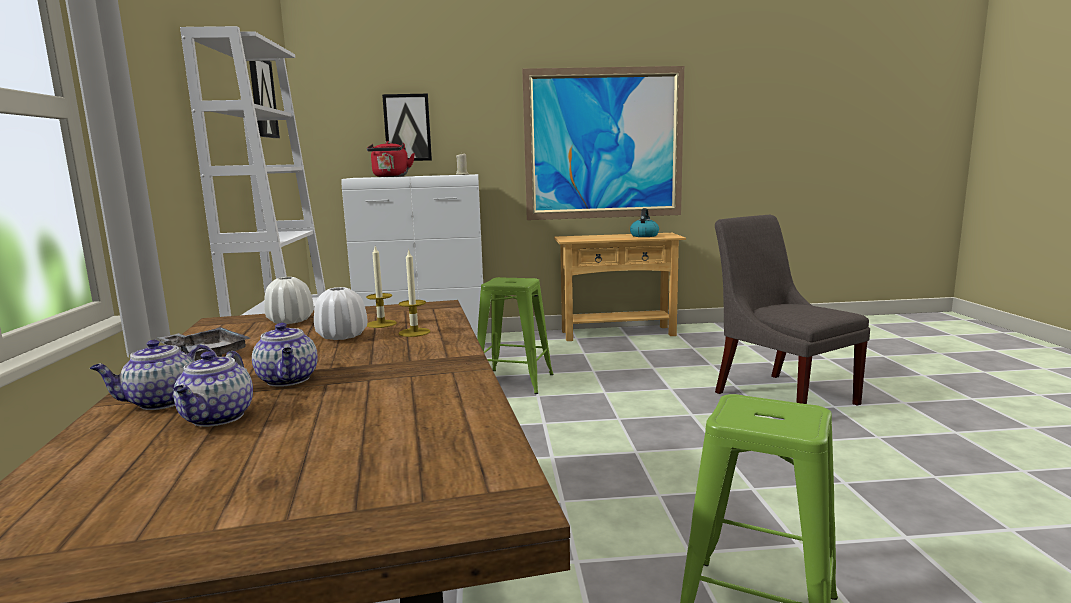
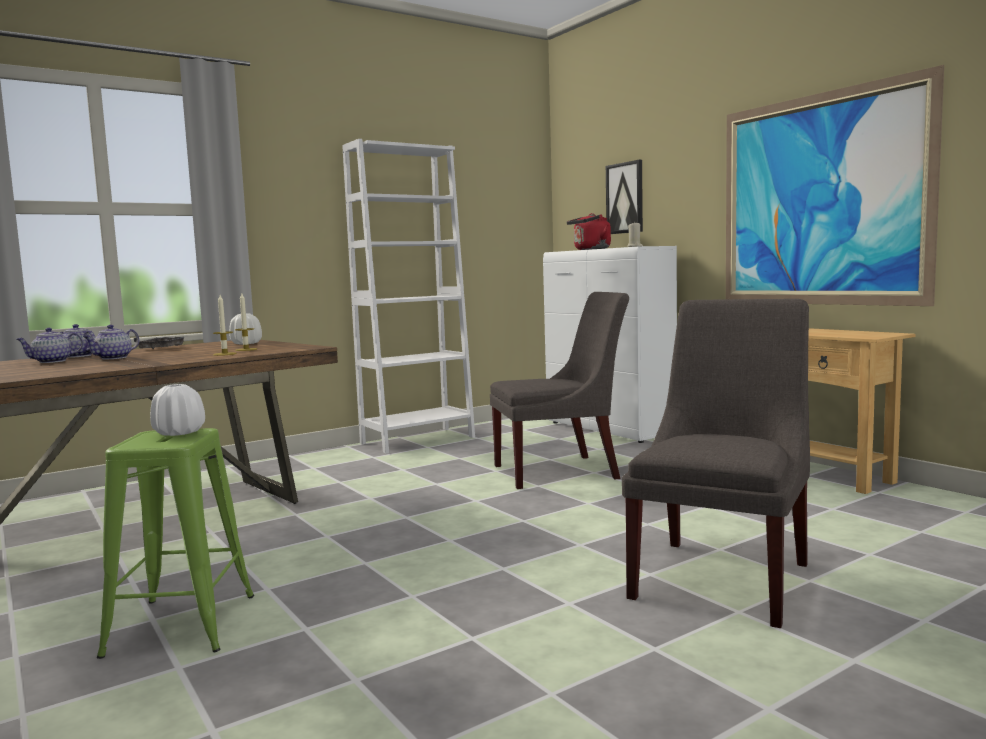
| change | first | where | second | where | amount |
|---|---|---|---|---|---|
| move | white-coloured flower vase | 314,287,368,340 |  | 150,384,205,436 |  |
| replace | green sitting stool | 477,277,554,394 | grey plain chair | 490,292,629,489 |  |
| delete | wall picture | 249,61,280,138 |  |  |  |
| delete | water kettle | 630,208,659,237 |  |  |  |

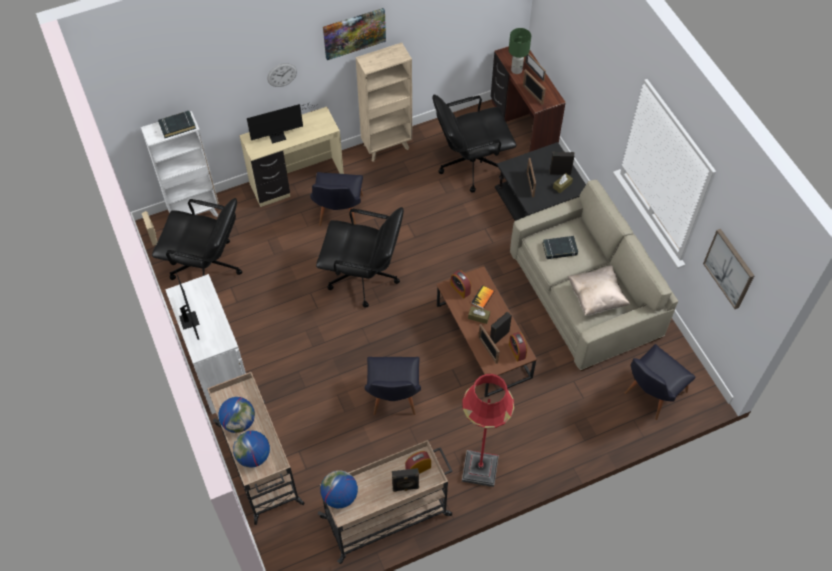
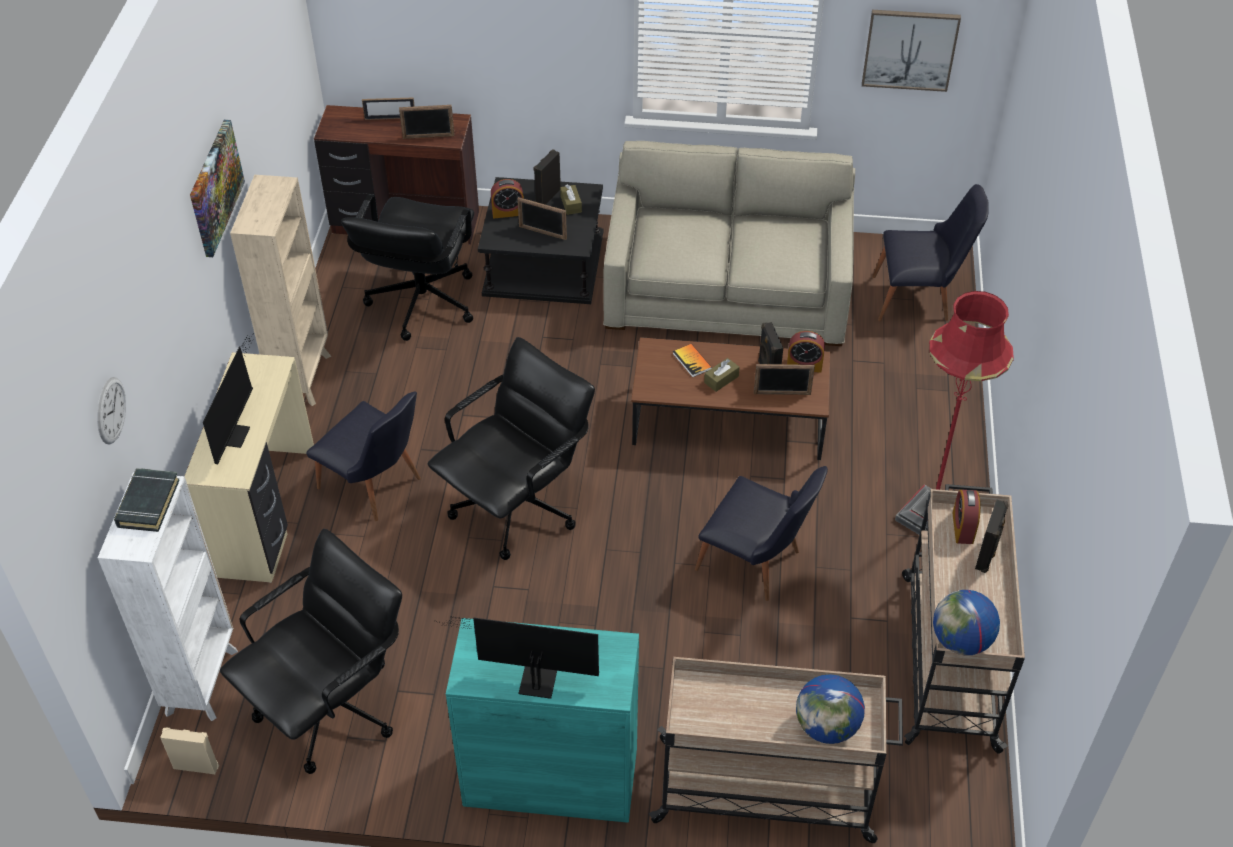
| change | first | where | second | where | amount |
|---|---|---|---|---|---|
| move | hanging clock | 267,63,297,87 |  | 97,377,126,445 |  |
| recolor | white-coloured cabinet | 165,274,246,414 | turquoise-coloured cabinet | 446,618,639,823 |  |
| move | table clock | 451,270,471,298 |  | 491,179,524,218 |  |
| rotate | black plain chair | 625,344,695,420 |  | 872,184,989,321 | 75 degrees counterclockwise |
| delete | desk globe | 218,397,255,433 |  |  |  |
| delete | green lamp for a table | 509,28,531,74 |  |  |  |
| delete | black volume | 543,236,578,259 |  |  |  |
| delete | sand-coloured throw pillow | 567,265,630,316 |  |  |  |

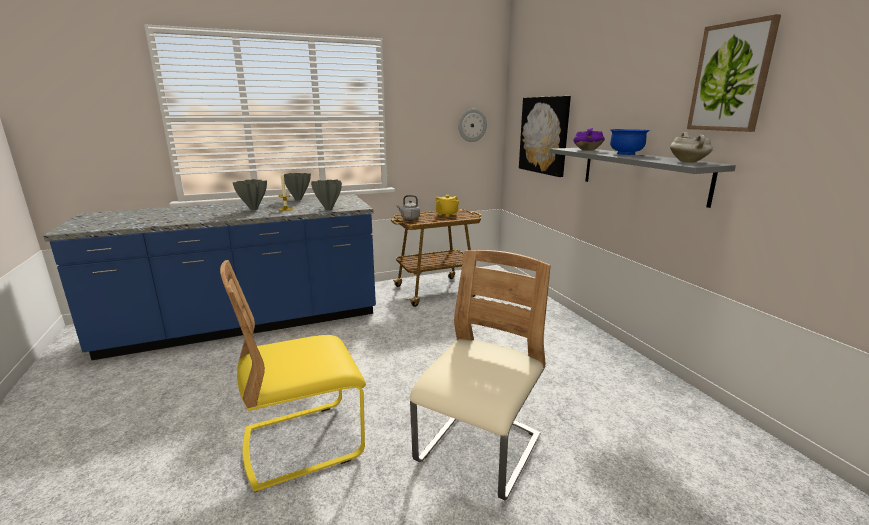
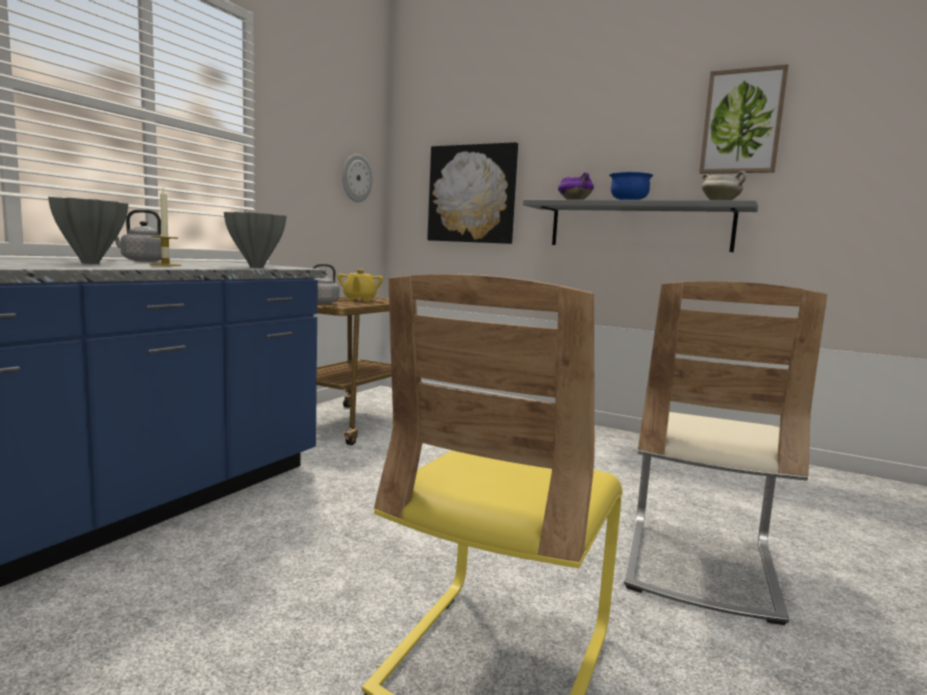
| change | first | where | second | where | amount |
|---|---|---|---|---|---|
| replace | grey flower vase | 284,173,311,201 | grey water kettle | 115,210,162,262 |  |
| rotate | sand-coloured plain chair | 409,250,551,501 |  | 624,281,827,625 | 150 degrees counterclockwise |

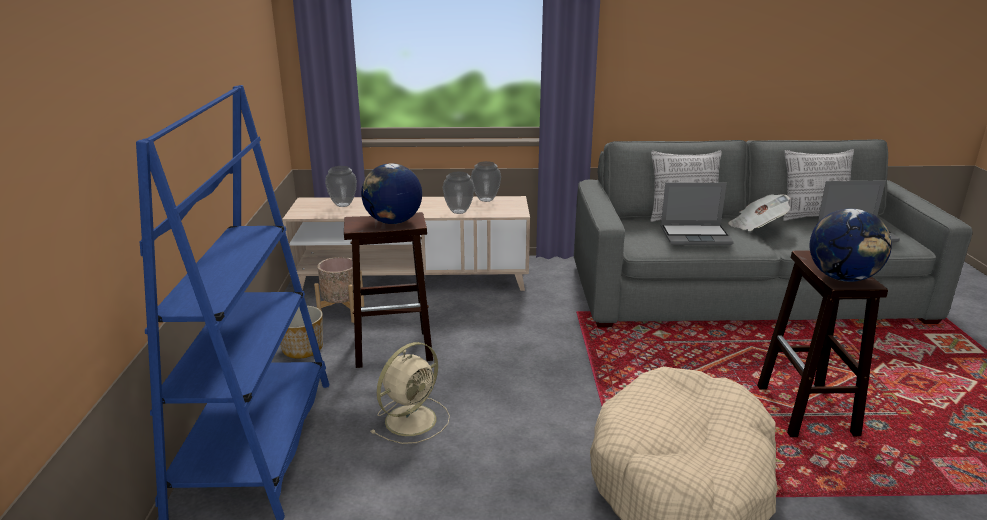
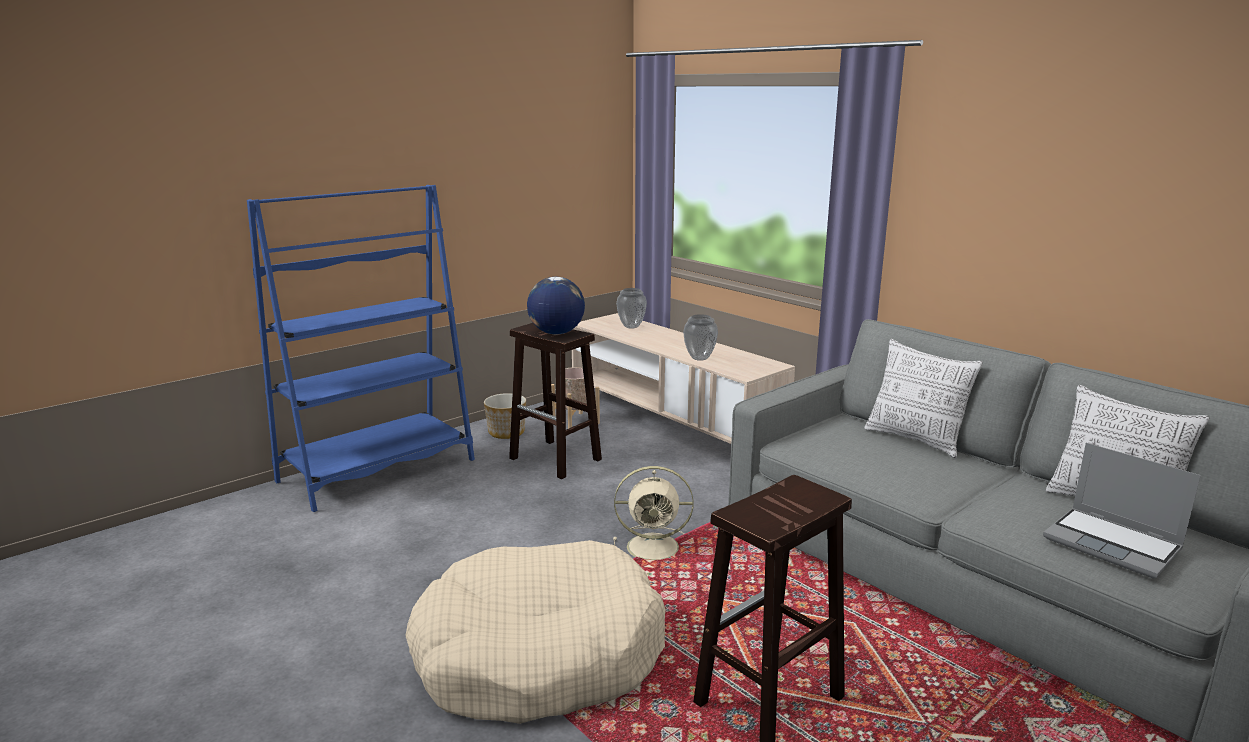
| change | first | where | second | where | amount |
|---|---|---|---|---|---|
| move | sand-coloured cooling fan | 371,342,450,444 |  | 613,466,694,560 |  |
| delete | flower vase | 471,161,501,202 |  |  |  |
| delete | laptop | 661,182,734,245 |  |  |  |
| delete | newspaper | 729,194,791,231 |  |  |  |
| delete | desk globe | 809,209,892,282 |  |  |  |

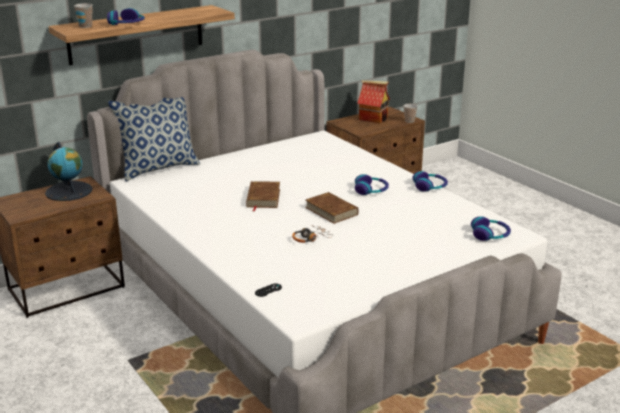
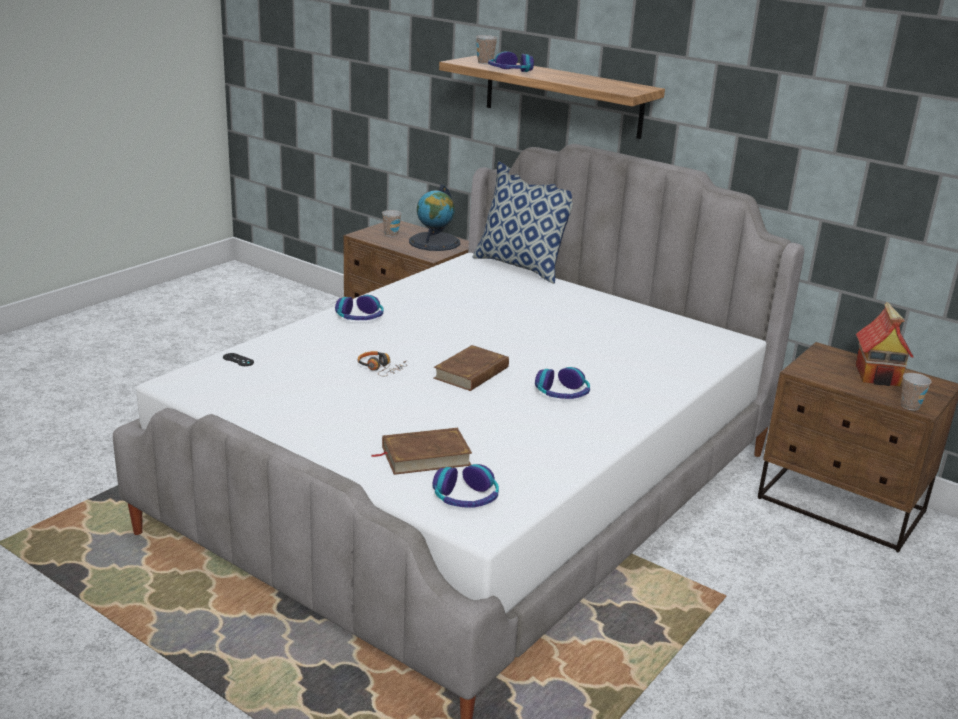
| change | first | where | second | where | amount |
|---|---|---|---|---|---|
| move | headphones | 412,171,448,192 |  | 335,295,384,320 |  |
| move | brownish volume | 246,181,280,212 |  | 371,428,472,475 |  |
| insert |  |  | drinking cup | 382,210,402,237 |  |

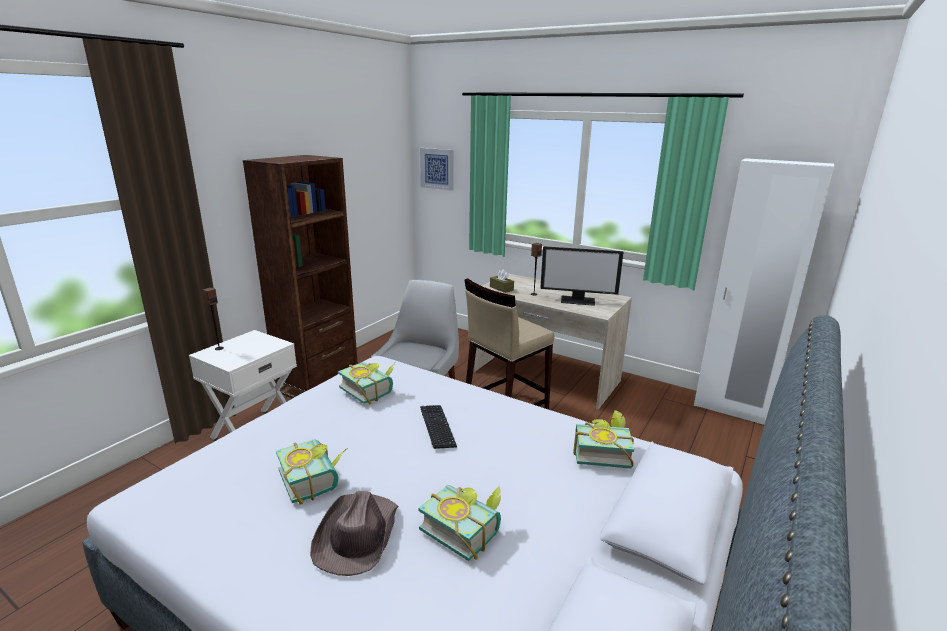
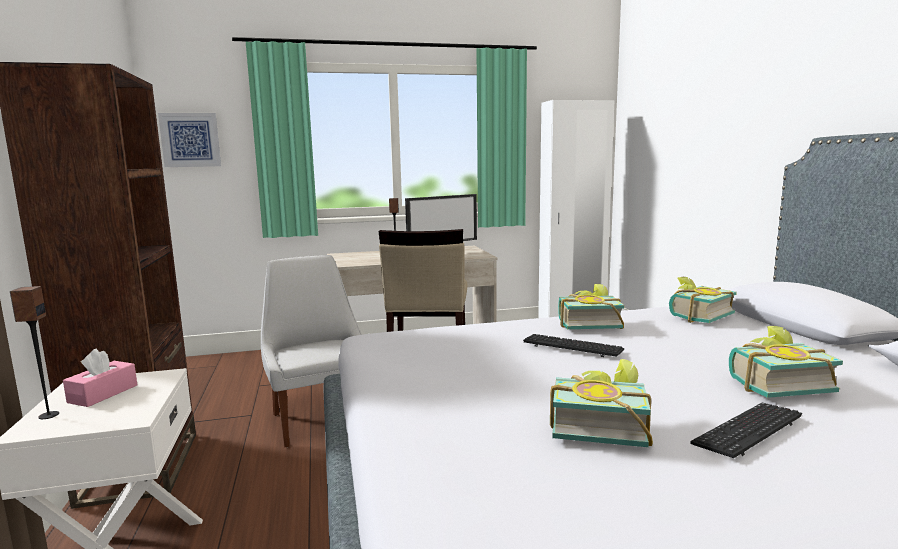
| change | first | where | second | where | amount |
|---|---|---|---|---|---|
| insert |  |  | pink-coloured tissue holder | 63,348,137,407 |  |
| move | volume | 338,362,394,404 |  | 558,284,624,329 |  |
| replace | brownish hat | 310,491,399,576 | keyboard | 690,403,802,458 |  |
| delete | brownish tissue holder | 490,270,514,293 |  |  |  |

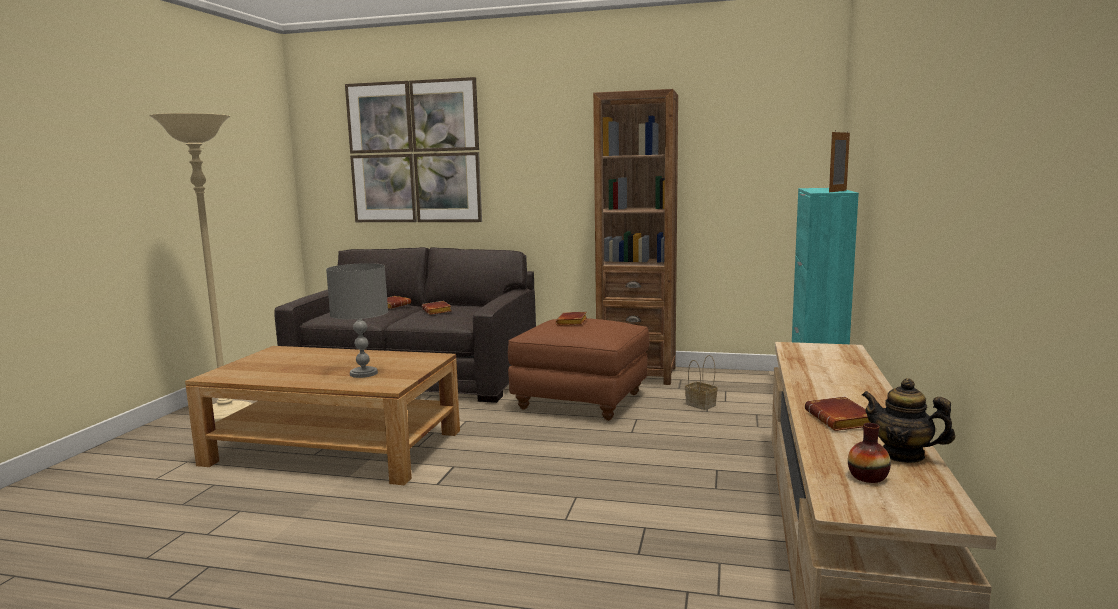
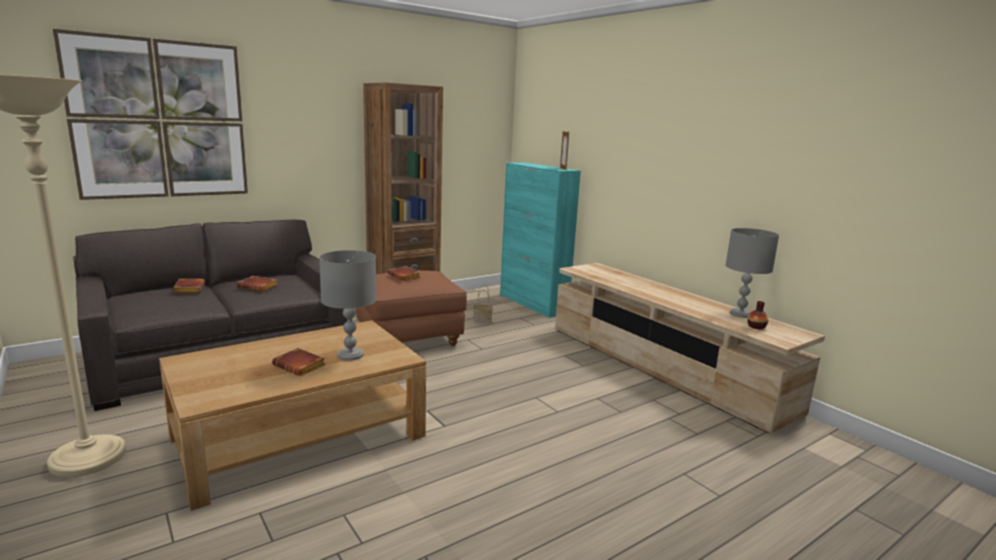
| change | first | where | second | where | amount |
|---|---|---|---|---|---|
| move | brownish volume | 805,397,870,431 |  | 272,348,325,376 |  |
| replace | tea pot | 862,378,955,463 | grey lamp for a table | 725,228,779,318 |  |

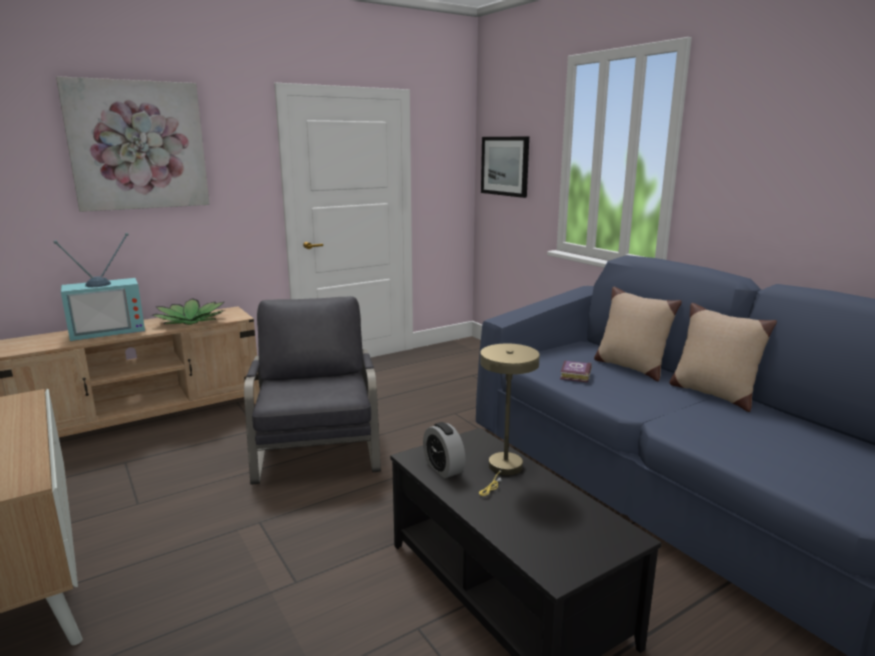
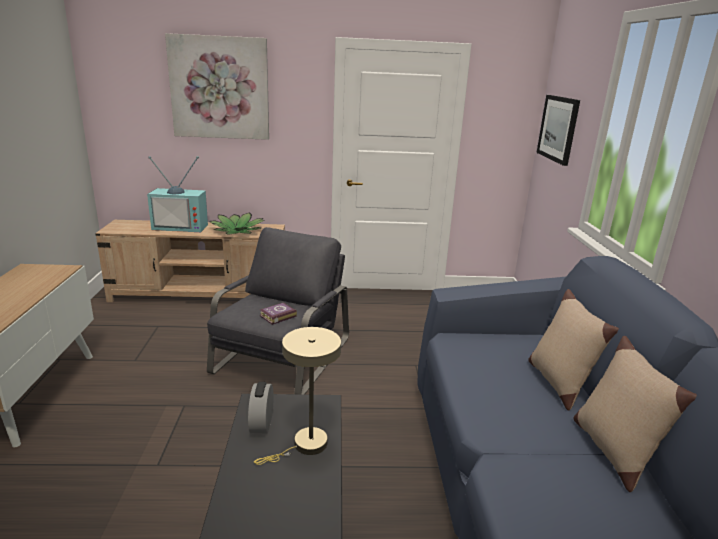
| change | first | where | second | where | amount |
|---|---|---|---|---|---|
| move | volume | 560,361,592,383 |  | 260,302,297,325 |  |

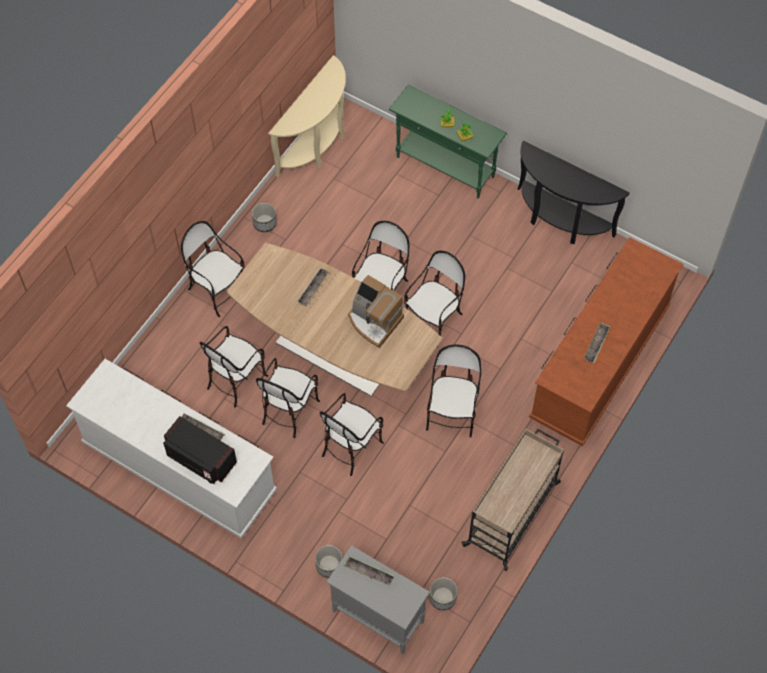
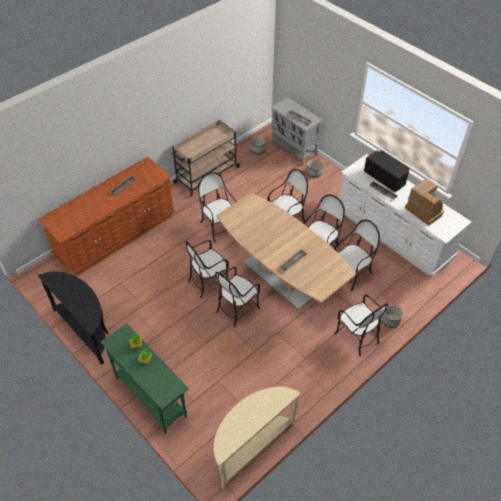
| change | first | where | second | where | amount |
|---|---|---|---|---|---|
| rotate | plain chair | 426,344,481,438 |  | 198,172,236,242 | 120 degrees clockwise |
| move | flower pot | 252,203,277,232 |  | 382,305,403,328 |  |
| move | coffee maker | 348,275,404,348 |  | 405,178,444,226 |  |

